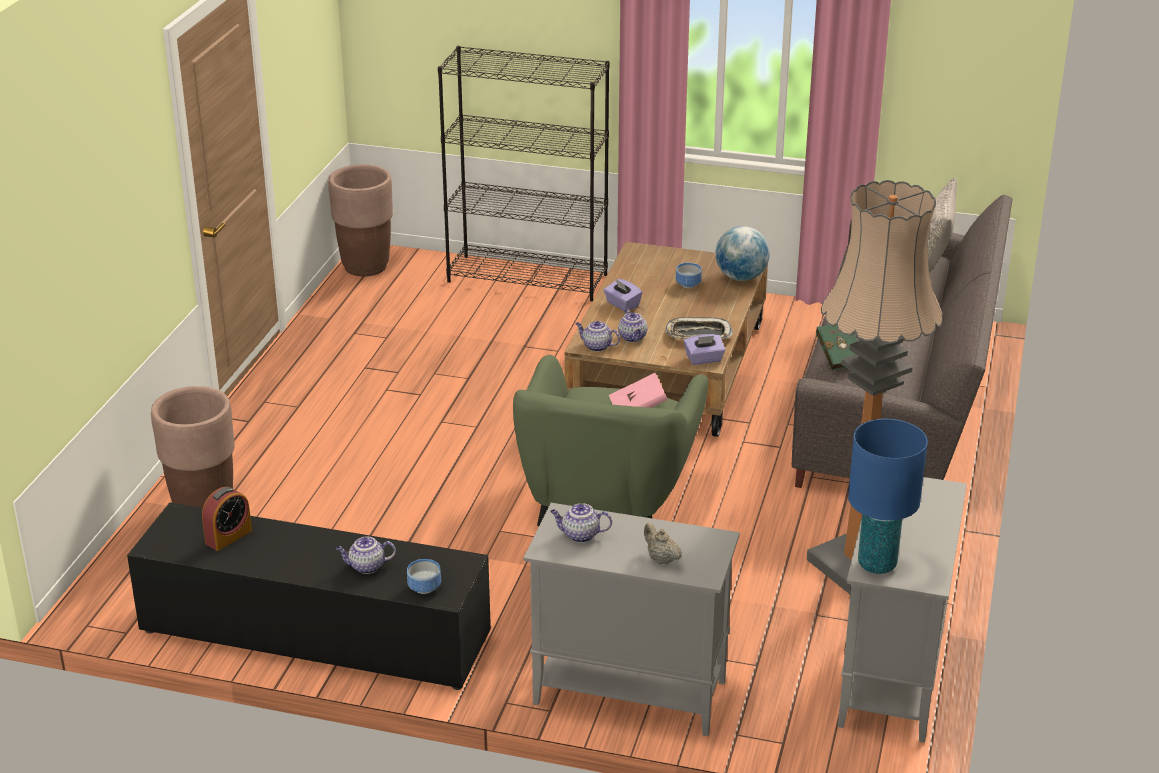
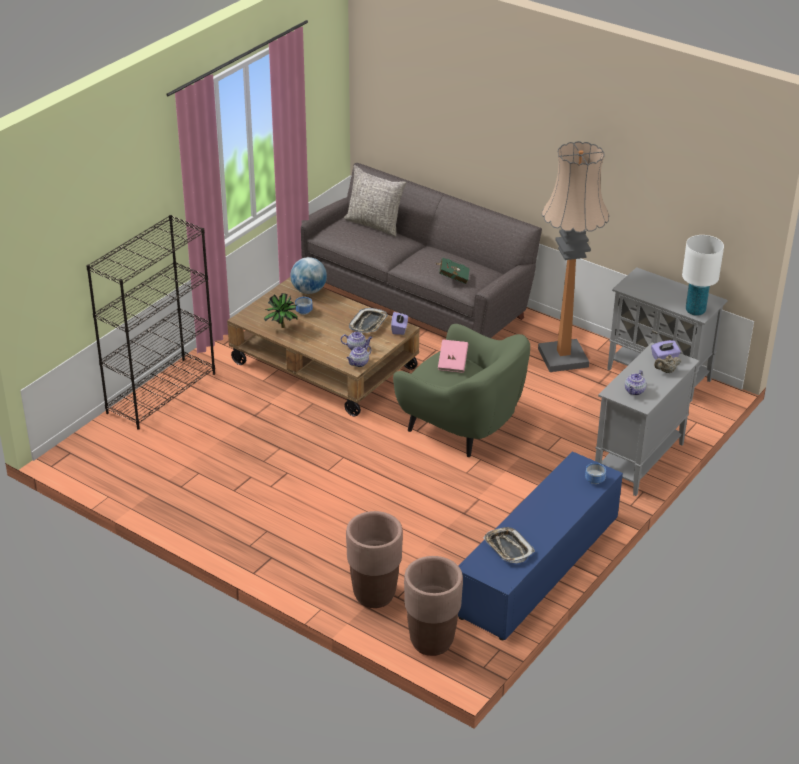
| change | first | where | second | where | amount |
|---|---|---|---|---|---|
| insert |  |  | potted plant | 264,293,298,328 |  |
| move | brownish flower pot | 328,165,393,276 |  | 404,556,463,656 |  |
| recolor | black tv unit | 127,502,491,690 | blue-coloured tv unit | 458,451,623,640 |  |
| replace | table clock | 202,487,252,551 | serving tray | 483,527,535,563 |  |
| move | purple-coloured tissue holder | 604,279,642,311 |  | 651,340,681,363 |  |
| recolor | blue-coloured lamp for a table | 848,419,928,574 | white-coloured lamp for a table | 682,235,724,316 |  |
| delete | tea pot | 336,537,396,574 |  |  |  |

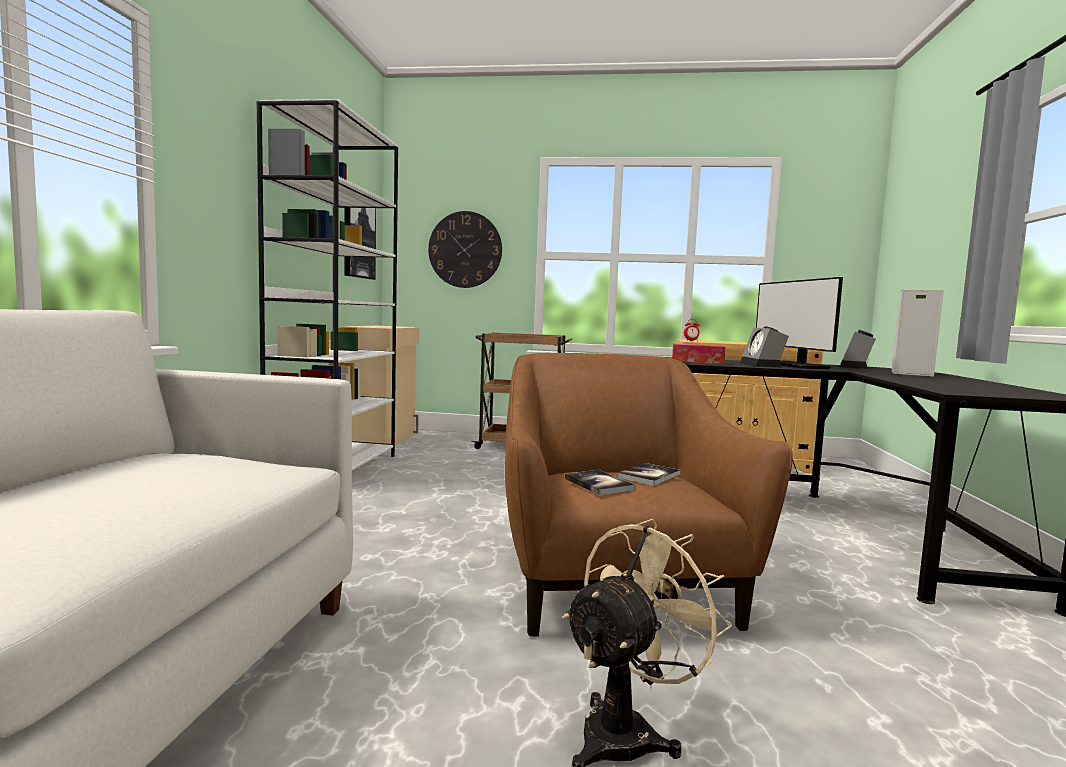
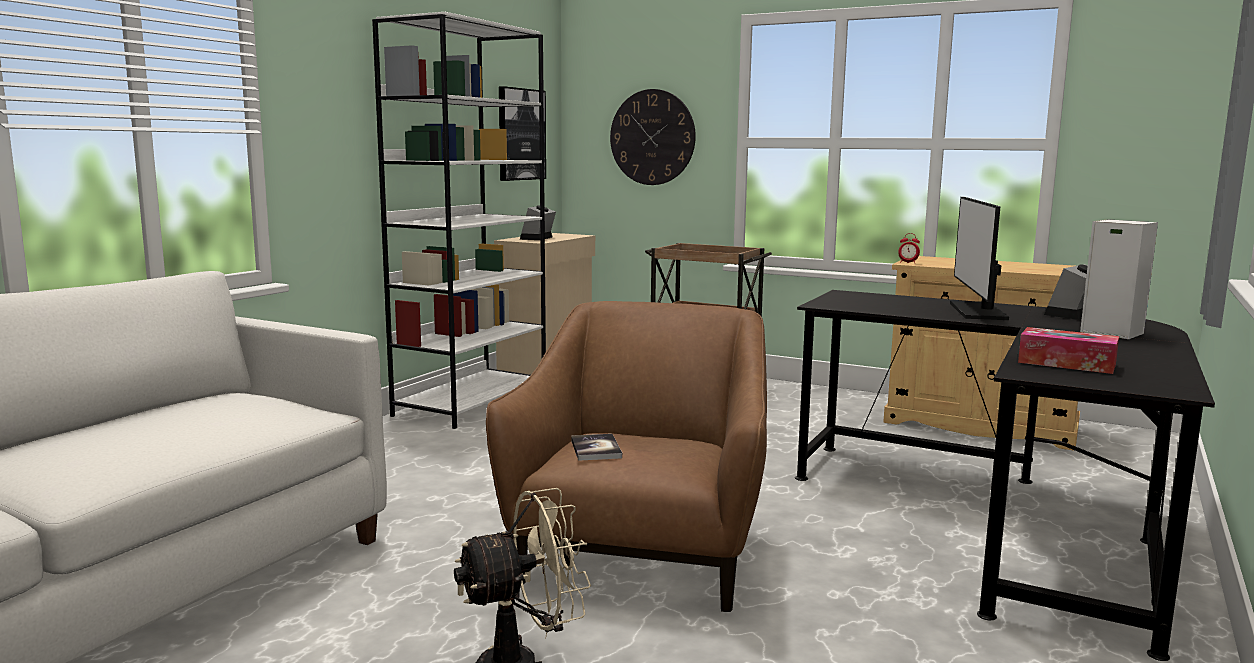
| change | first | where | second | where | amount |
|---|---|---|---|---|---|
| move | table clock | 740,326,789,367 |  | 520,205,556,240 |  |
| move | tissue holder | 672,343,725,364 |  | 1018,327,1119,374 |  |
| delete | volume | 617,463,680,486 |  |  |  |

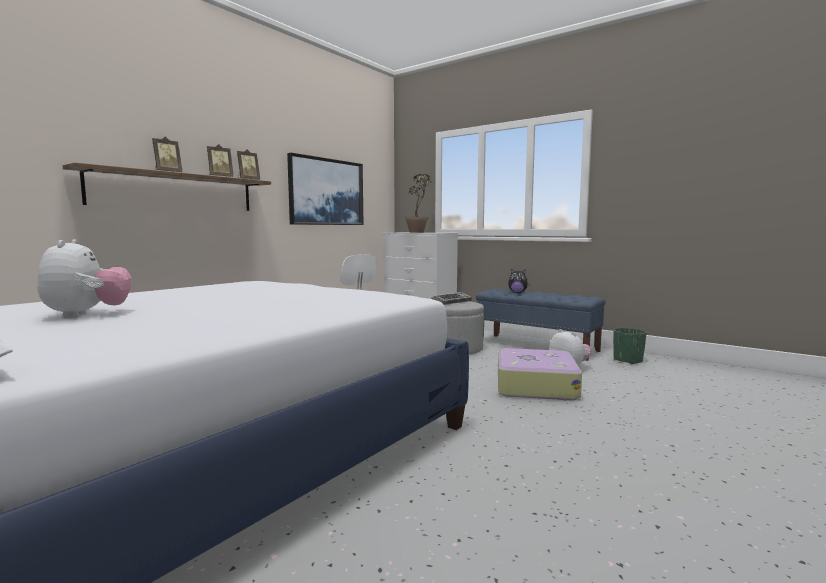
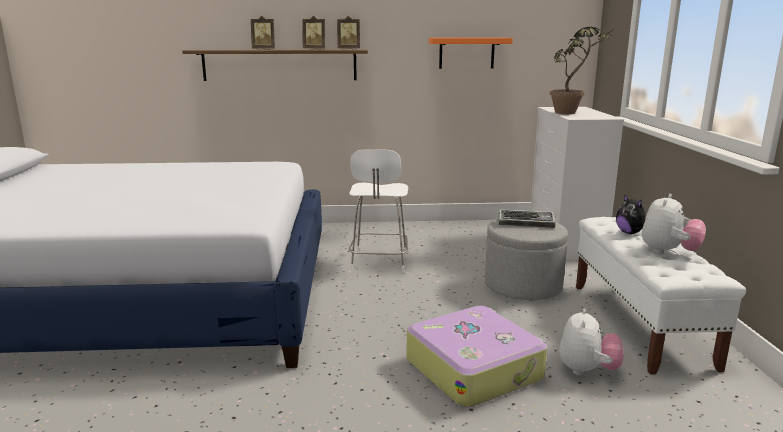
| change | first | where | second | where | amount |
|---|---|---|---|---|---|
| replace | wall picture | 287,153,363,225 | orangey bracket shelf | 429,38,513,69 |  |
| recolor | blue-coloured bench | 476,289,606,361 | white-coloured bench | 576,217,746,375 |  |
| move | cuddly toy | 37,239,132,318 |  | 642,194,706,254 |  |
| delete | green flower pot | 613,328,647,364 |  |  |  |

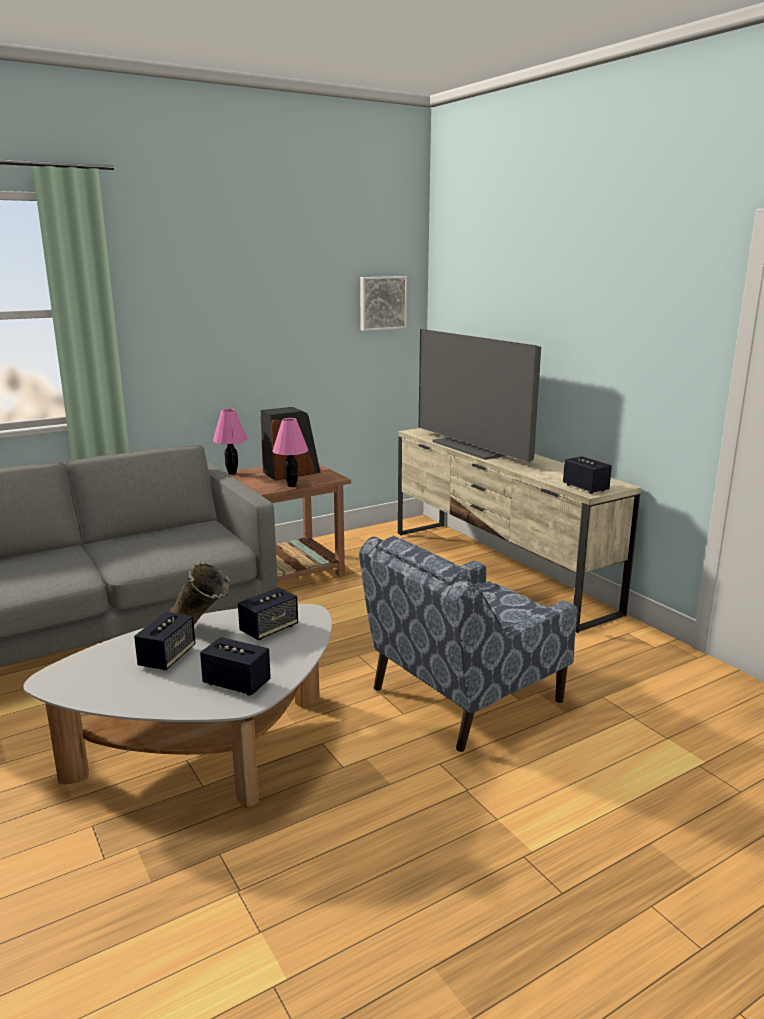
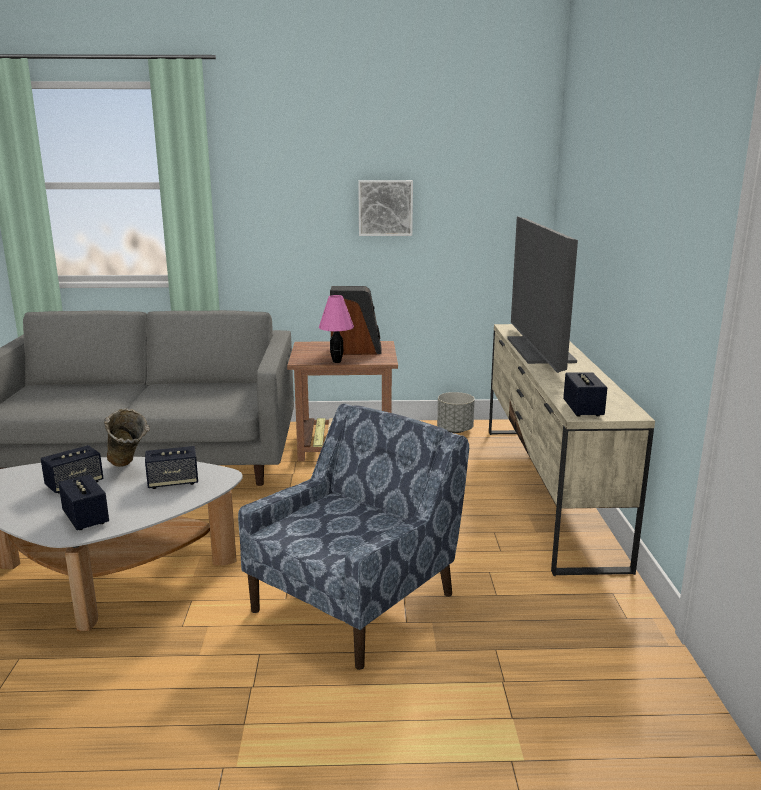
| change | first | where | second | where | amount |
|---|---|---|---|---|---|
| rotate | blue-coloured easy chair | 359,536,577,752 |  | 238,403,469,670 | 135 degrees clockwise |
| move | wall picture | 360,276,407,331 |  | 358,180,413,236 |  |
| insert |  |  | grey flower pot | 437,392,475,433 |  |
| delete | pink-coloured lamp for a table | 213,409,247,475 |  |  |  |

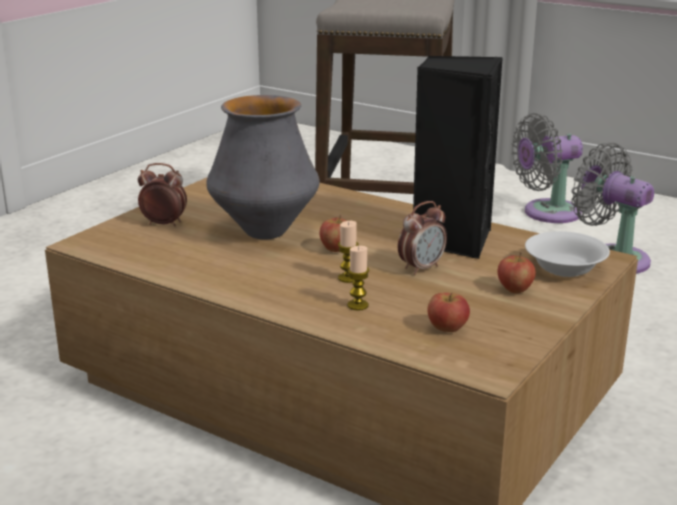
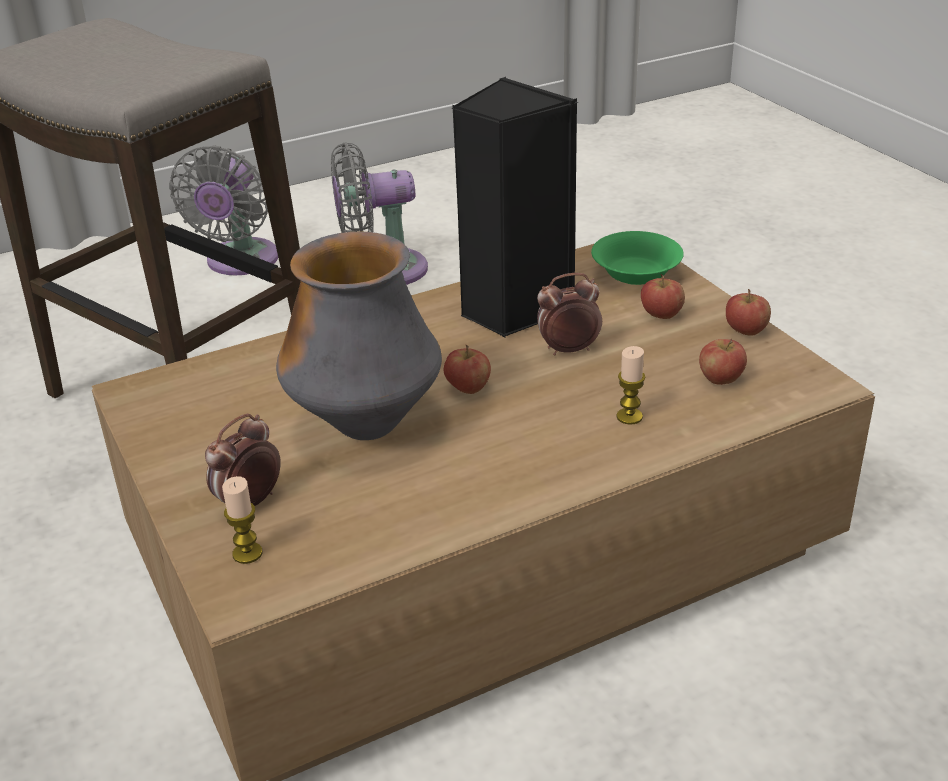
| change | first | where | second | where | amount |
|---|---|---|---|---|---|
| move | wax candle | 338,221,359,283 |  | 222,476,263,564 |  |
| rotate | table clock | 398,201,447,275 |  | 537,273,602,355 | 90 degrees counterclockwise |
| recolor | white-coloured bowl | 525,231,610,277 | green bowl | 591,231,684,285 |  |
| insert |  |  | whole apple | 726,289,771,336 |  |

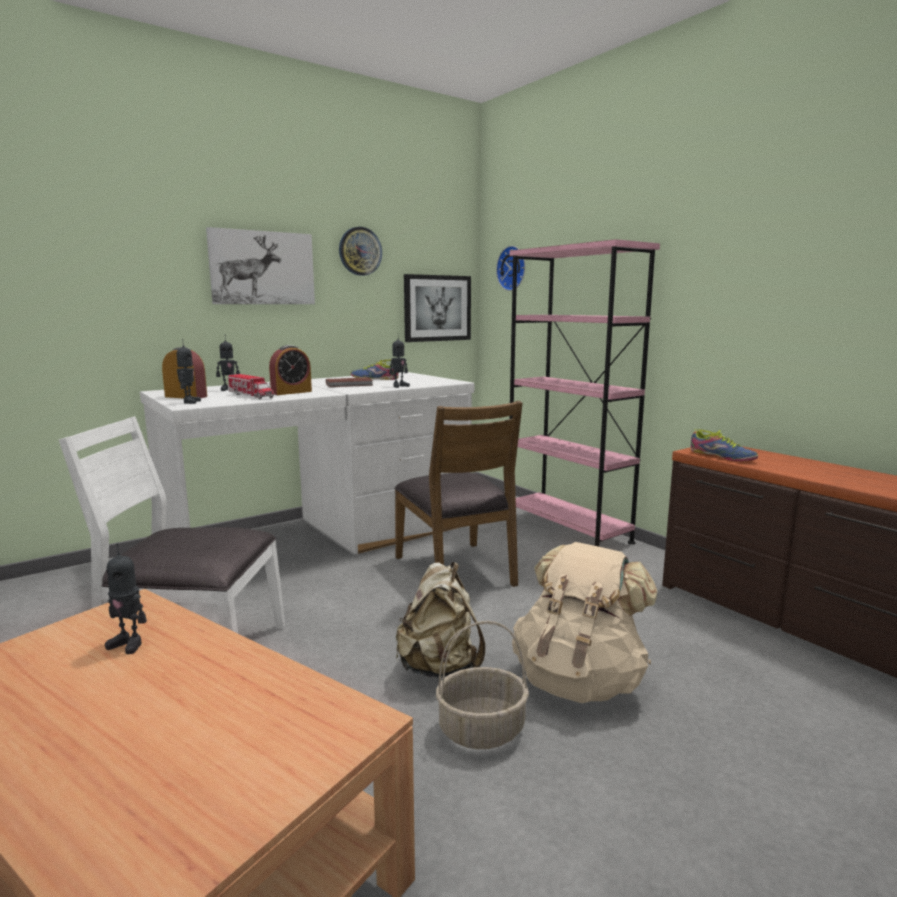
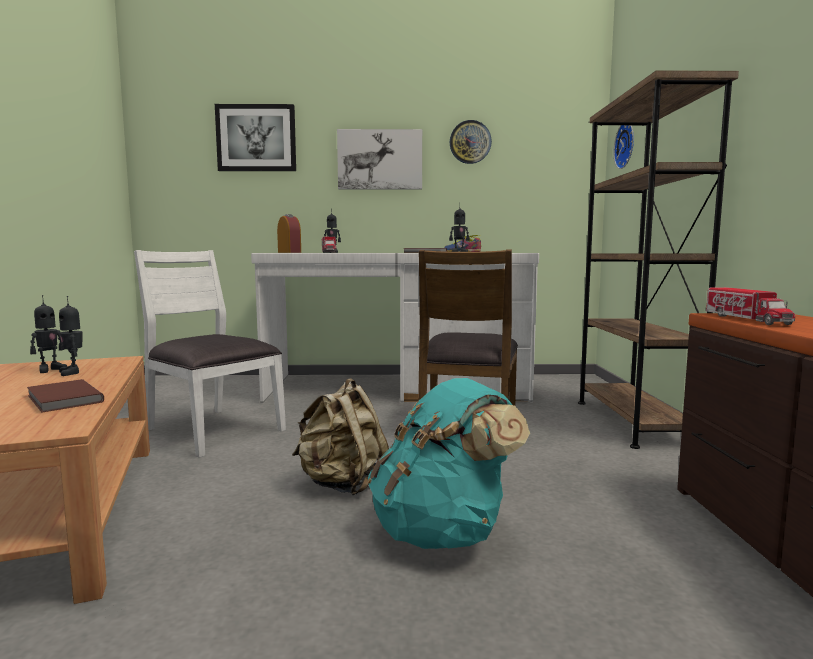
| change | first | where | second | where | amount |
|---|---|---|---|---|---|
| insert |  |  | brownish volume | 27,379,104,413 |  |
| move | model robot | 177,339,201,404 |  | 30,295,67,373 |  |
| move | wall picture | 404,274,471,342 |  | 215,104,296,171 |  |
| recolor | sand-coloured backpack | 512,542,658,703 | turquoise-coloured backpack | 368,378,530,549 |  |
| recolor | pink-coloured bookshelf | 509,239,660,547 | brownish bookshelf | 578,70,739,449 |  |
| replace | item of footwear | 691,429,758,461 | toy truck | 705,287,795,325 |  |
| delete | table clock | 269,345,312,395 |  |  |  |
| delete | storage basket | 436,621,529,749 |  |  |  |

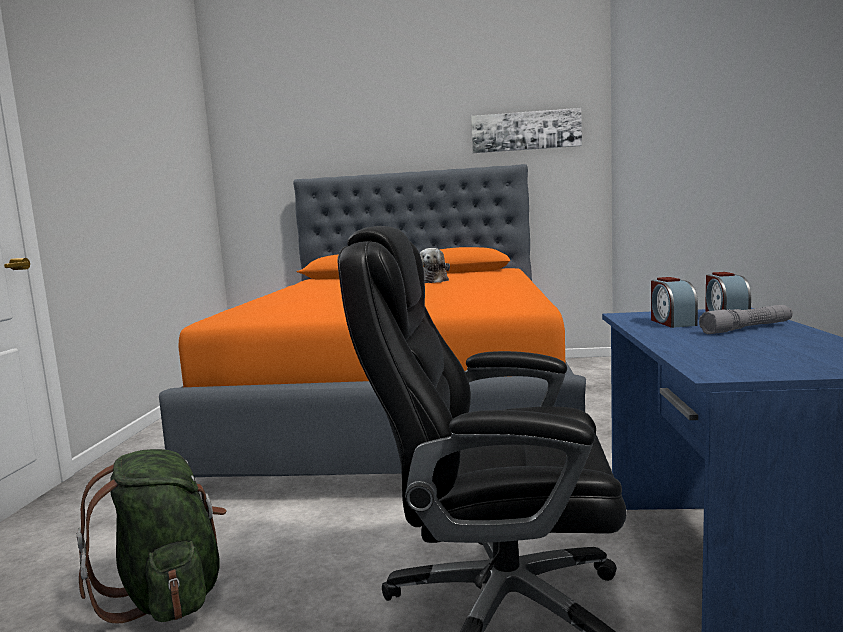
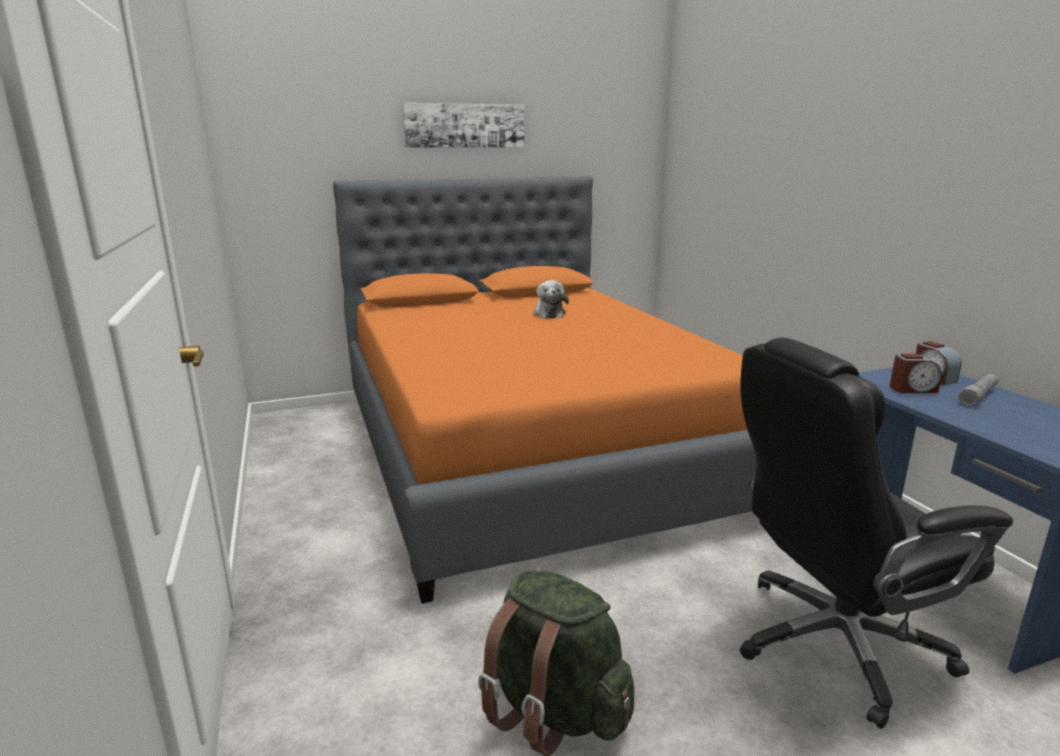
| change | first | where | second | where | amount |
|---|---|---|---|---|---|
| move | wall picture | 471,108,582,153 |  | 403,103,524,148 |  |
| rotate | table clock | 651,277,698,328 |  | 890,354,942,393 | 60 degrees counterclockwise |

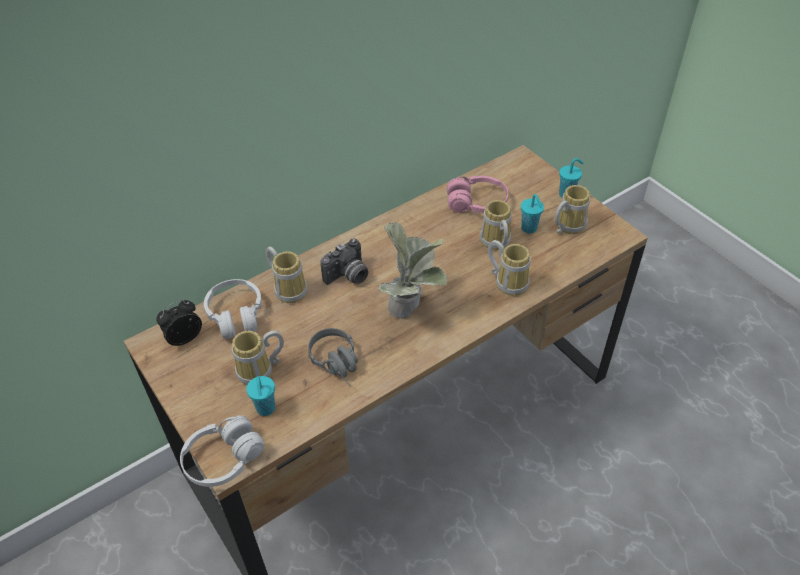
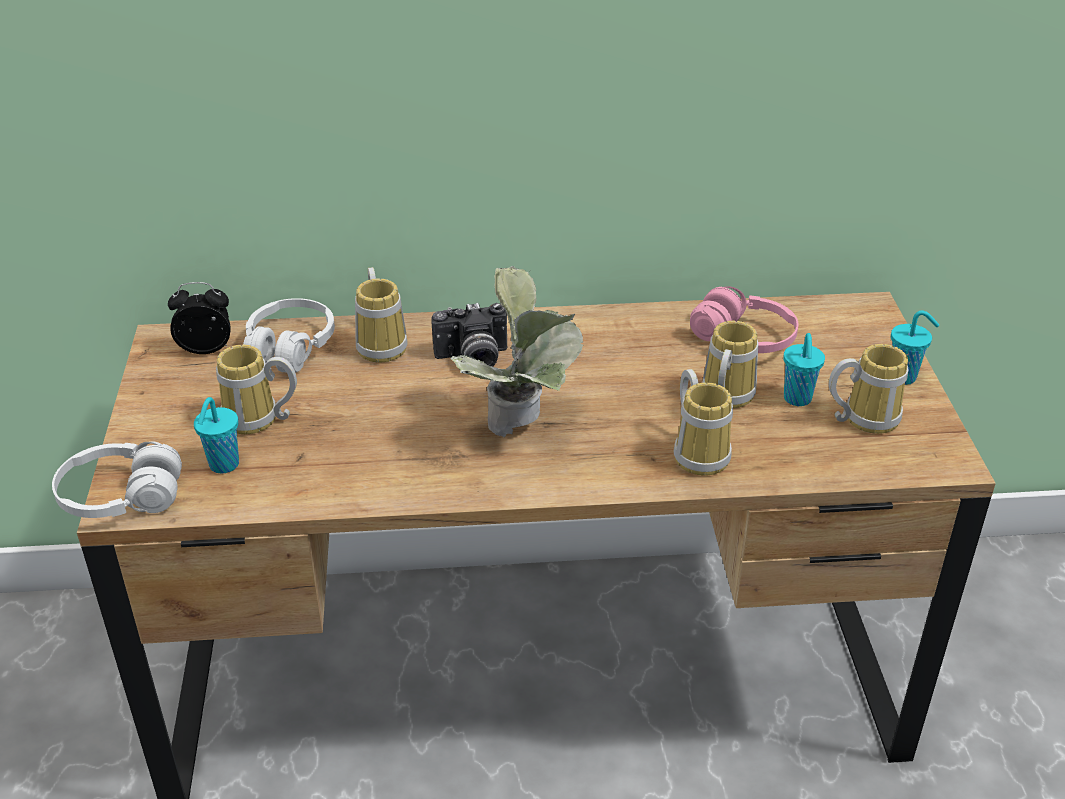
| change | first | where | second | where | amount |
|---|---|---|---|---|---|
| delete | grey headphones | 308,328,358,387 |  |  |  |

